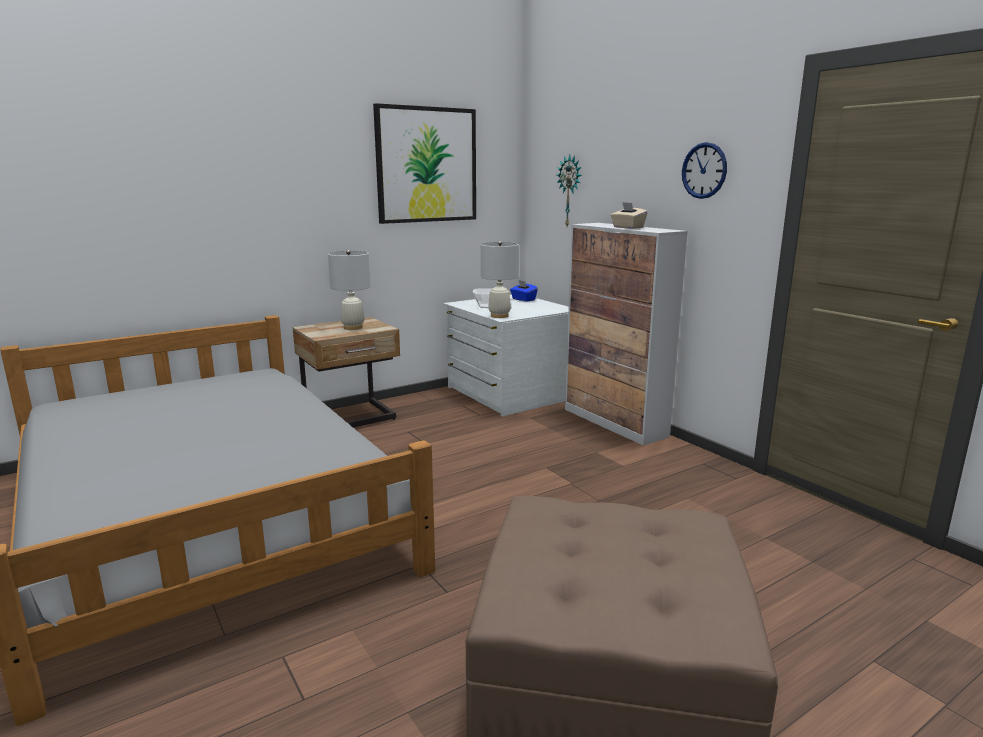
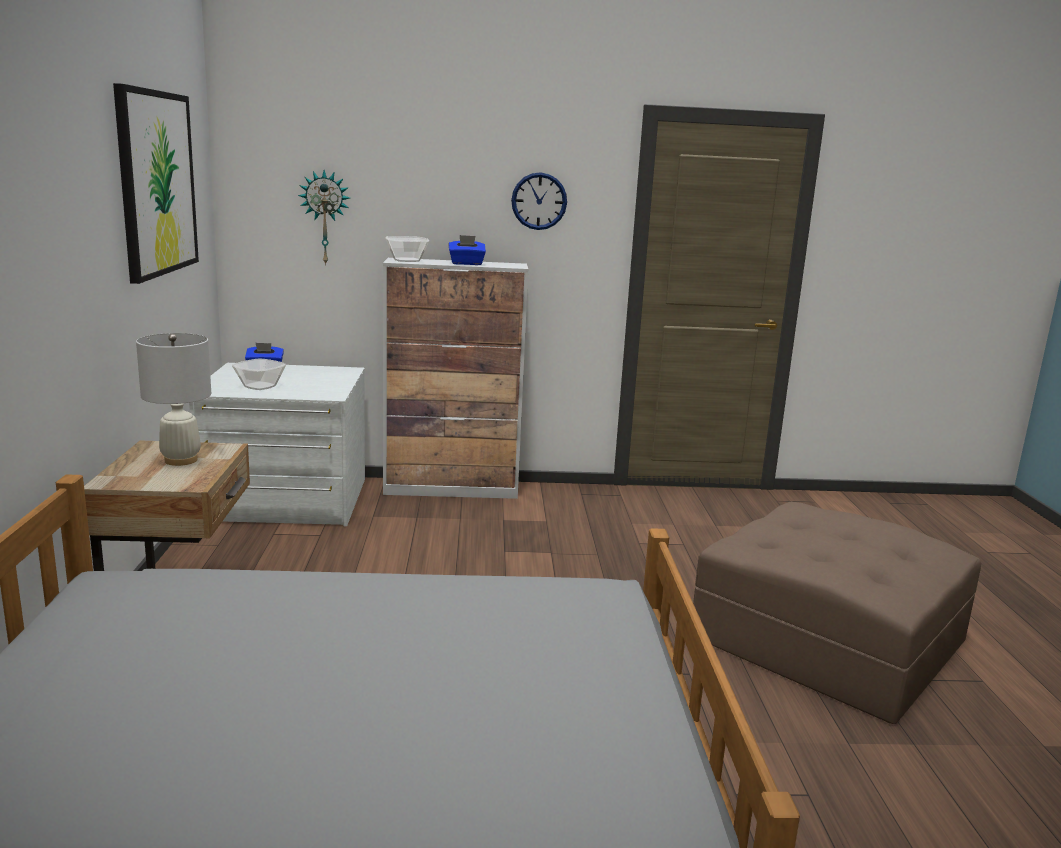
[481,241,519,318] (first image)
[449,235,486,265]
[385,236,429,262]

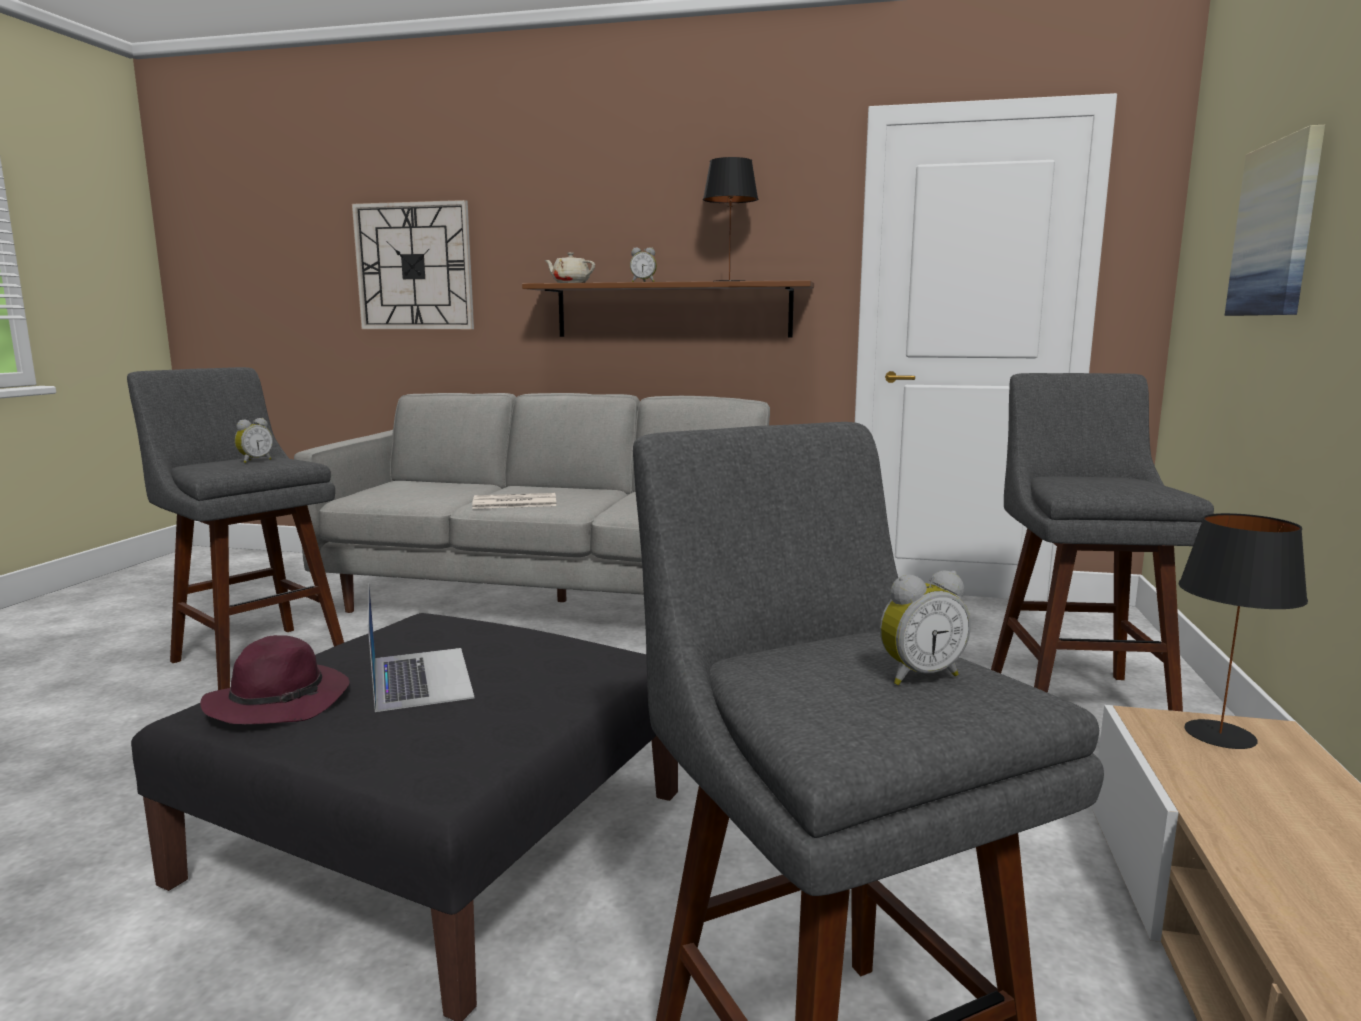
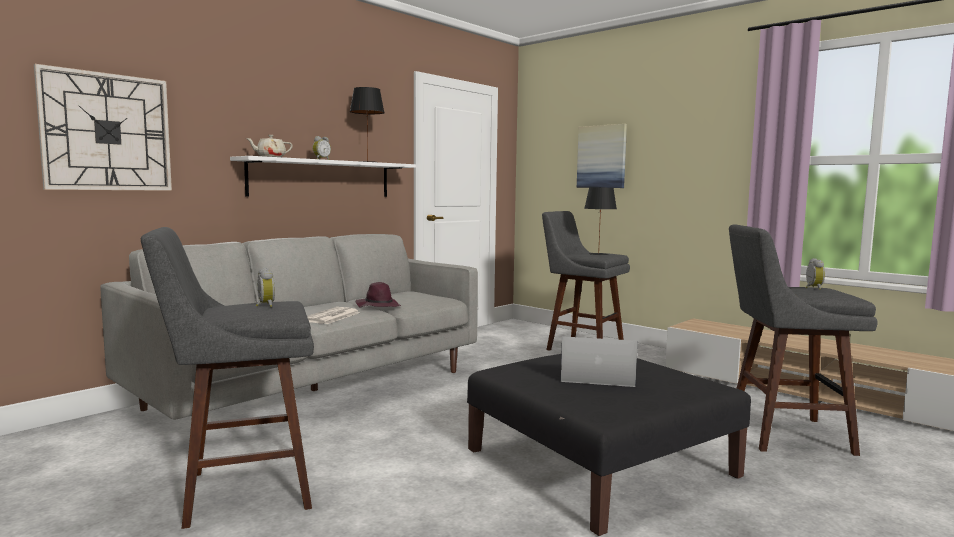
[356,282,401,307]
[230,156,416,197]
[584,187,617,255]

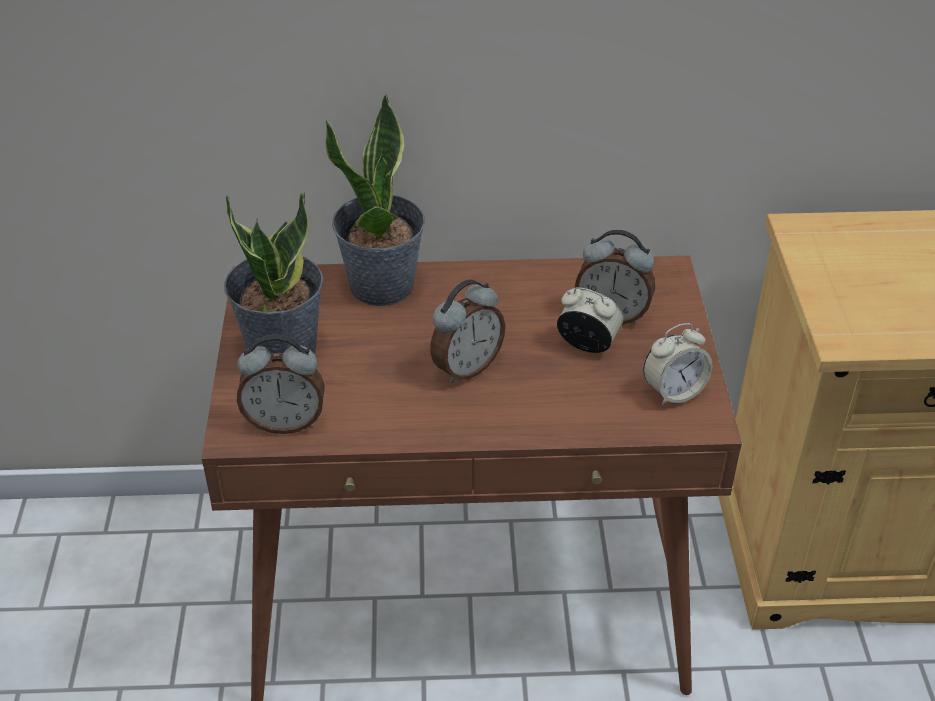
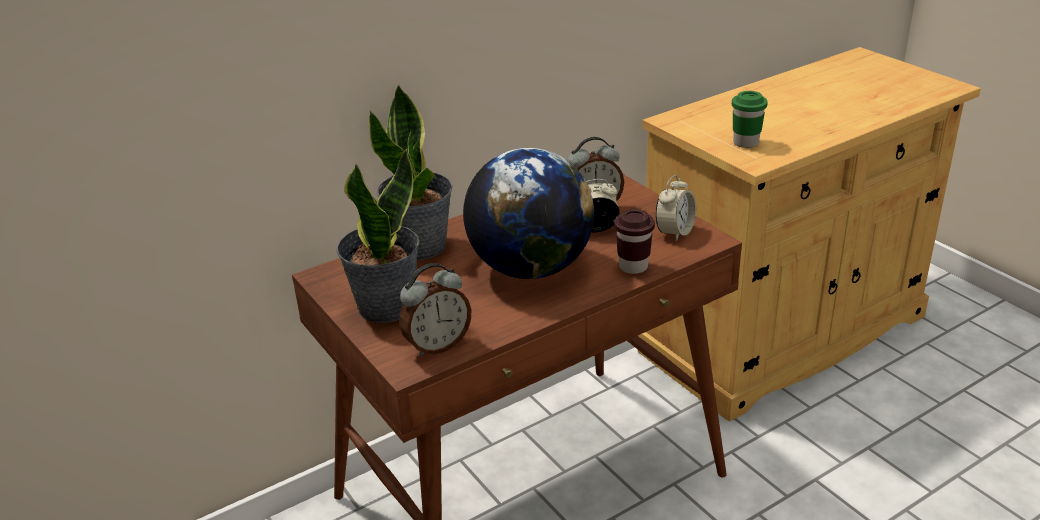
[463,148,594,279]
[614,209,655,274]
[732,91,768,148]

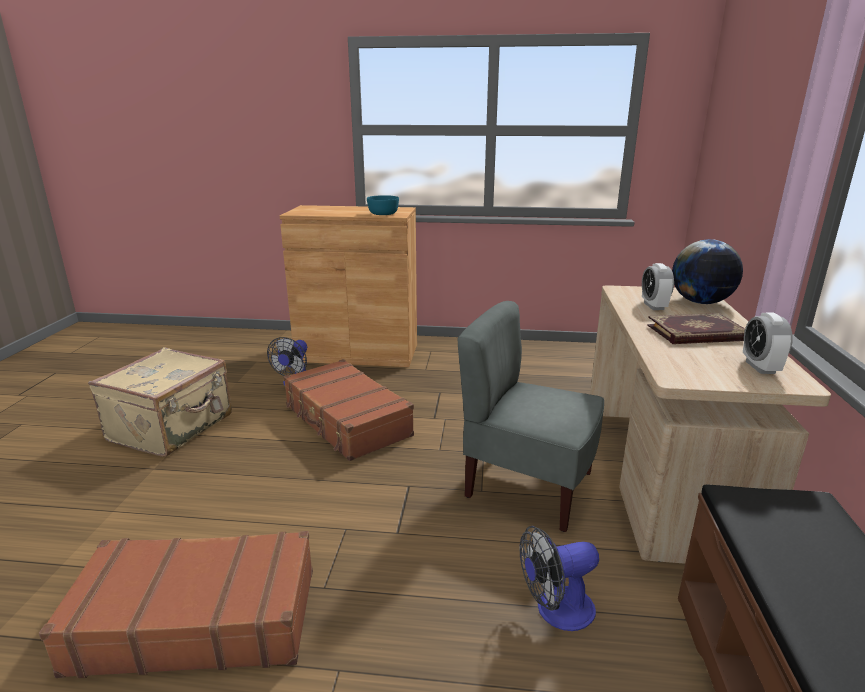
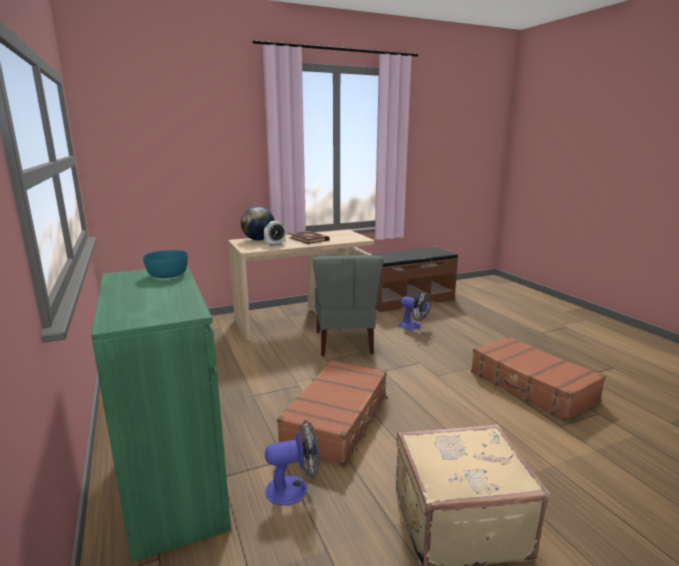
[91,265,231,562]
[743,313,793,374] (first image)

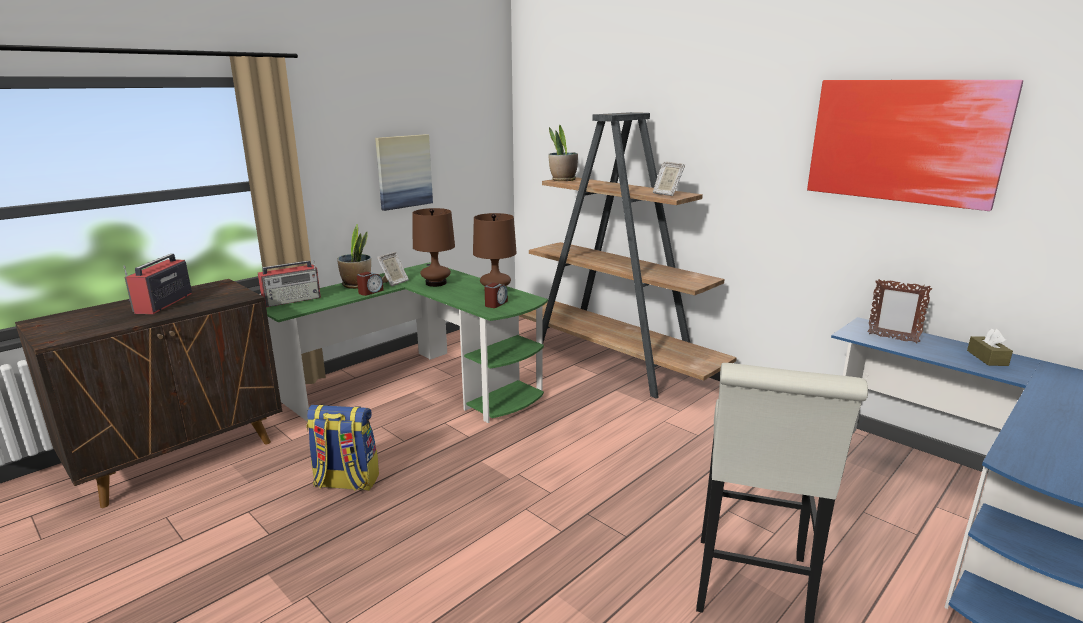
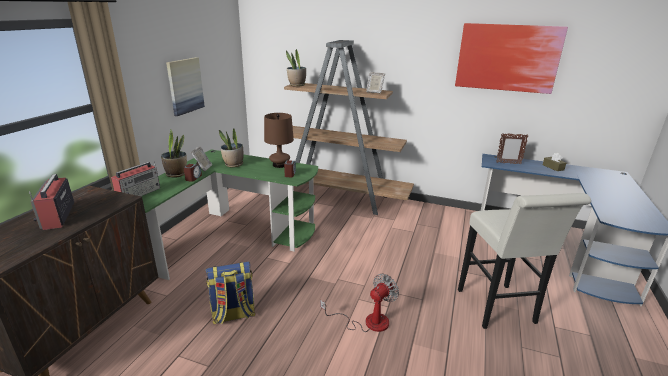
[219,129,244,167]
[320,274,399,332]

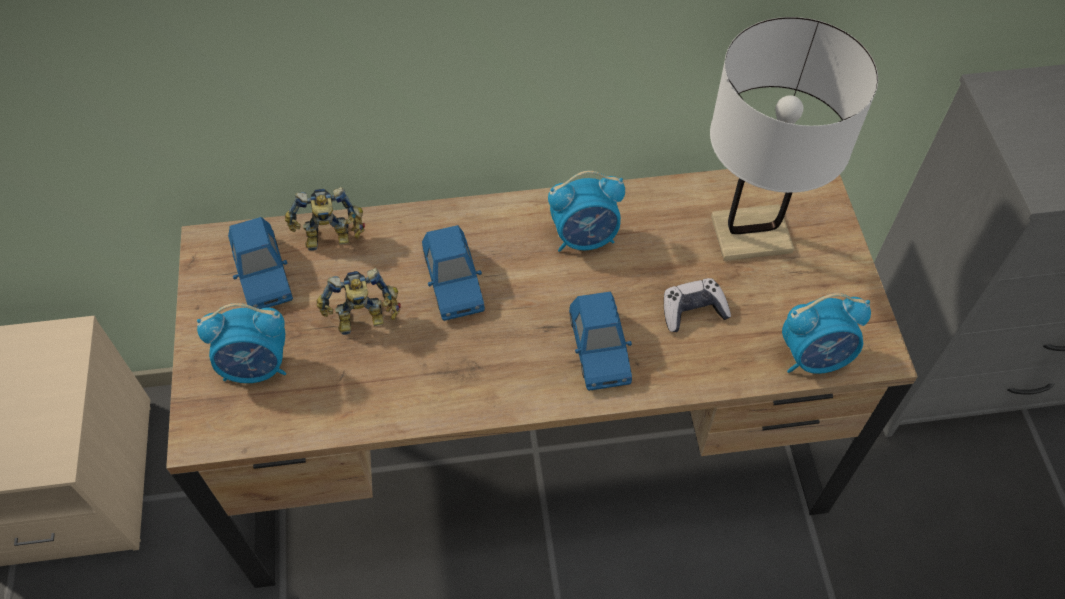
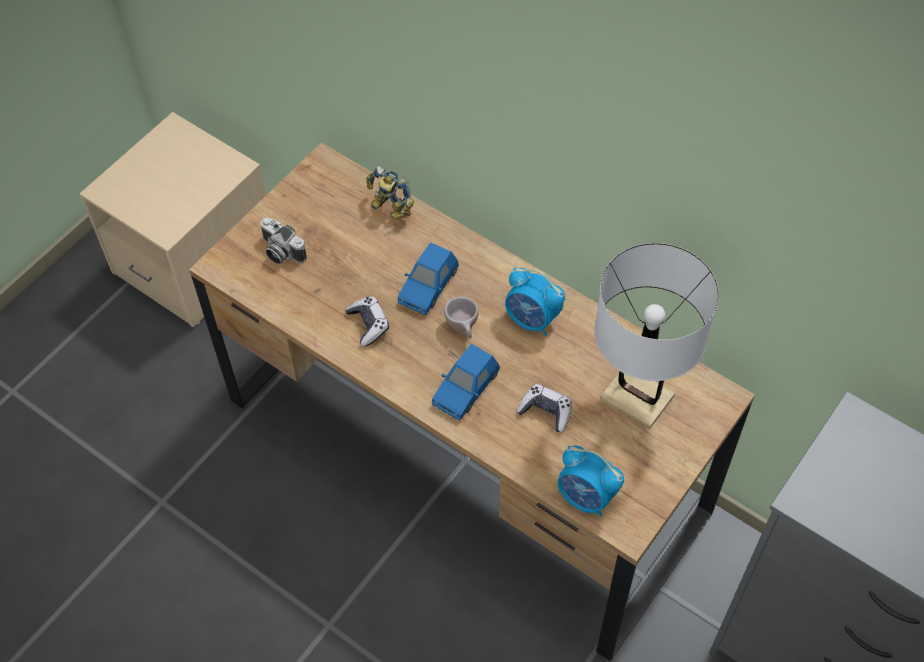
[260,217,307,264]
[228,217,293,309] (first image)
[316,268,401,335] (first image)
[345,297,389,347]
[444,297,479,339]

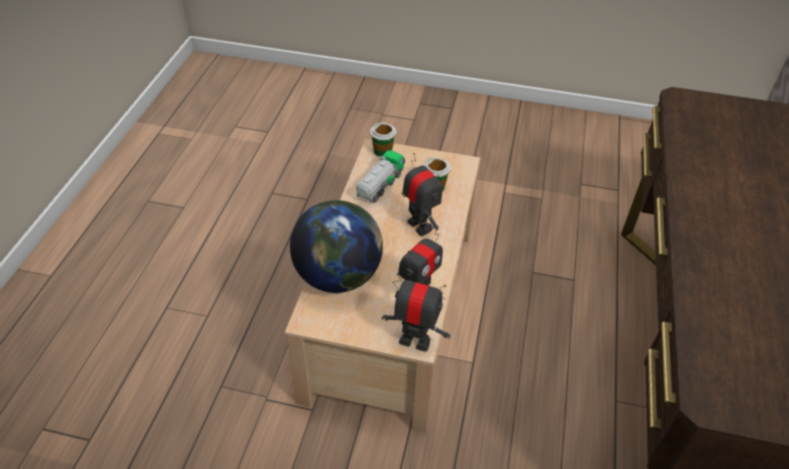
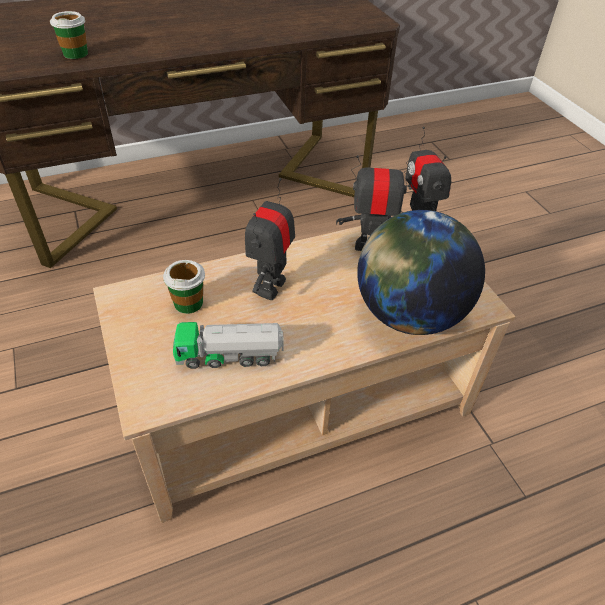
[50,11,88,59]

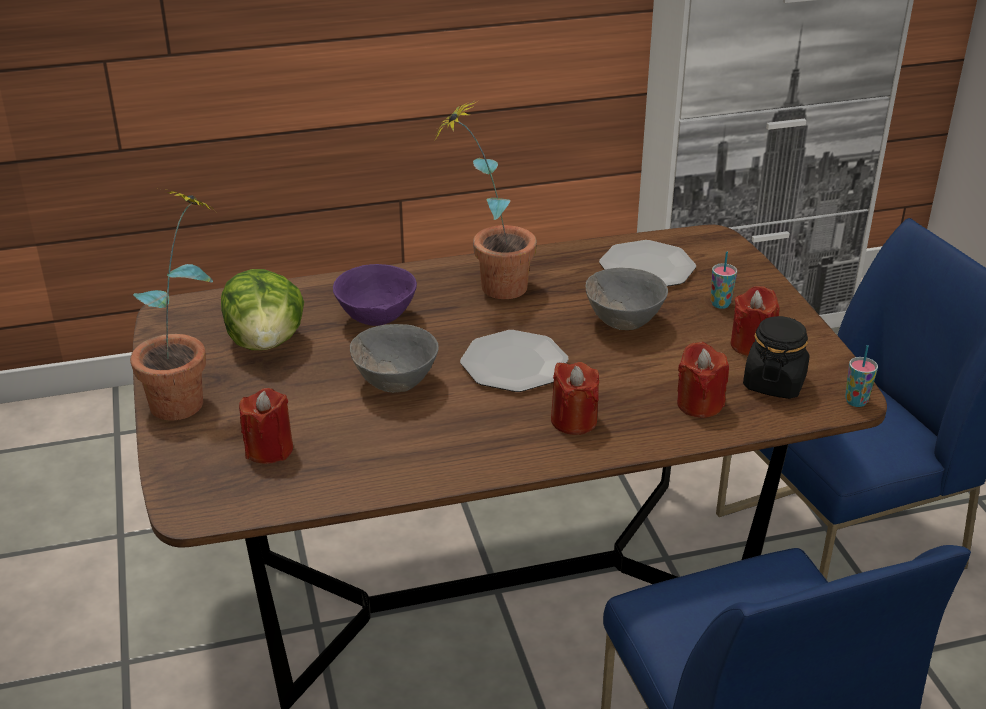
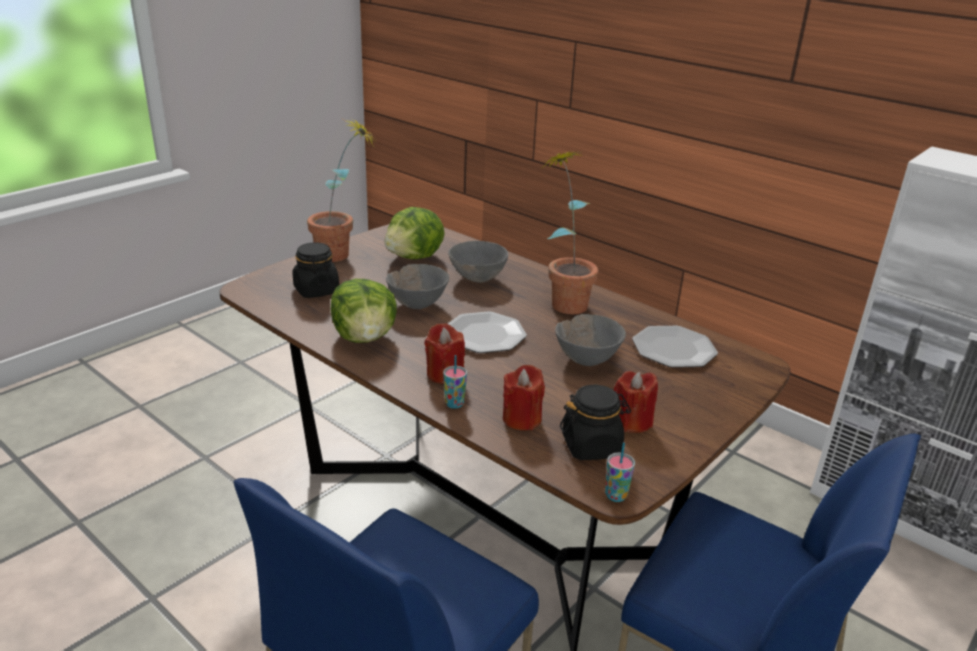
[292,242,339,298]
[448,241,508,283]
[443,355,467,409]
[331,279,397,343]

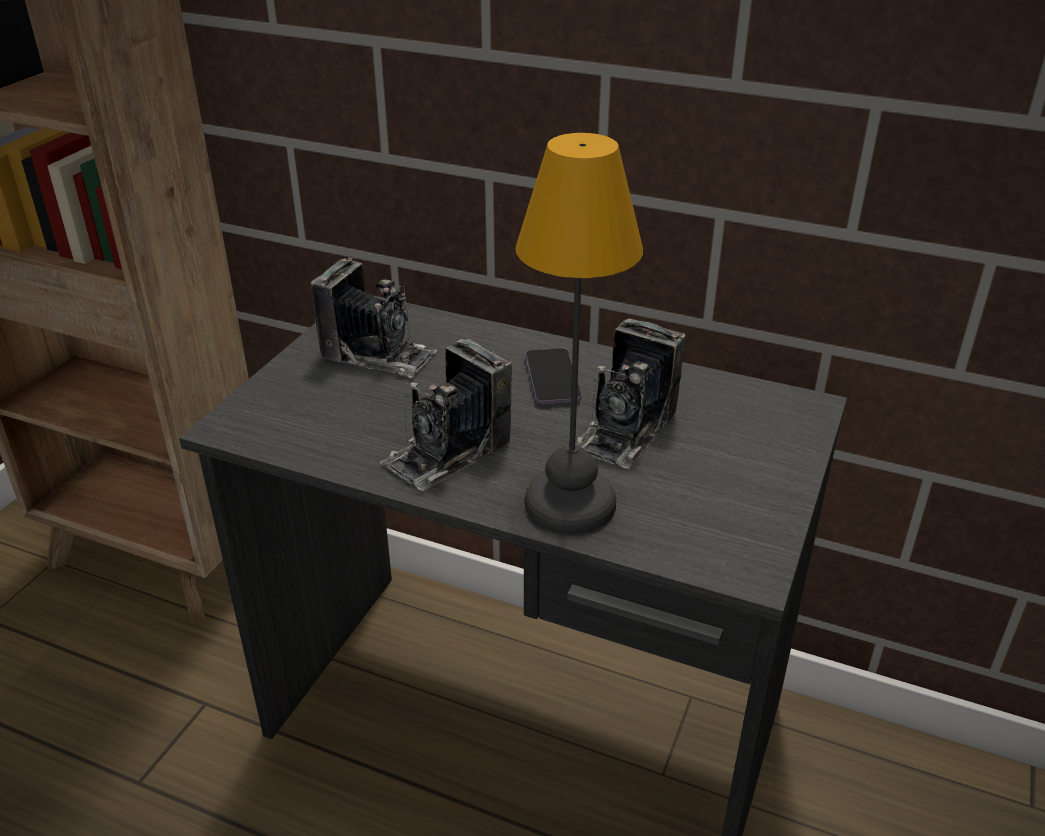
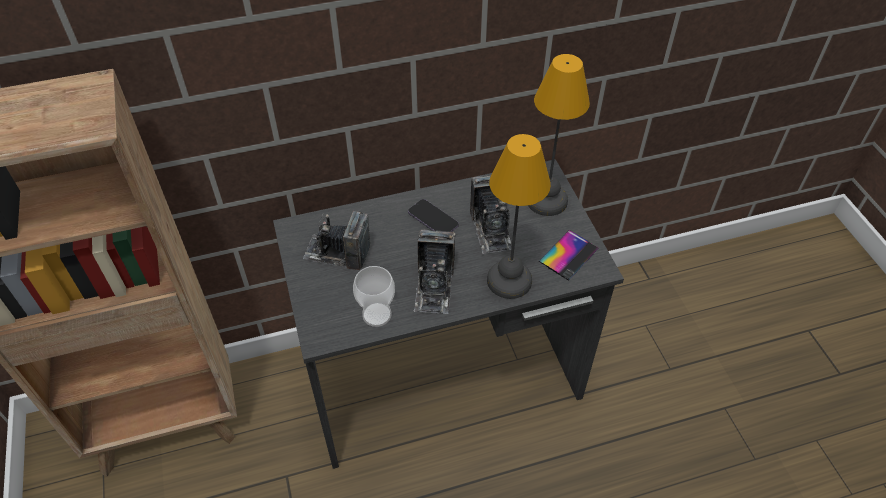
[303,211,370,270]
[353,266,395,327]
[528,54,590,216]
[539,230,599,281]

